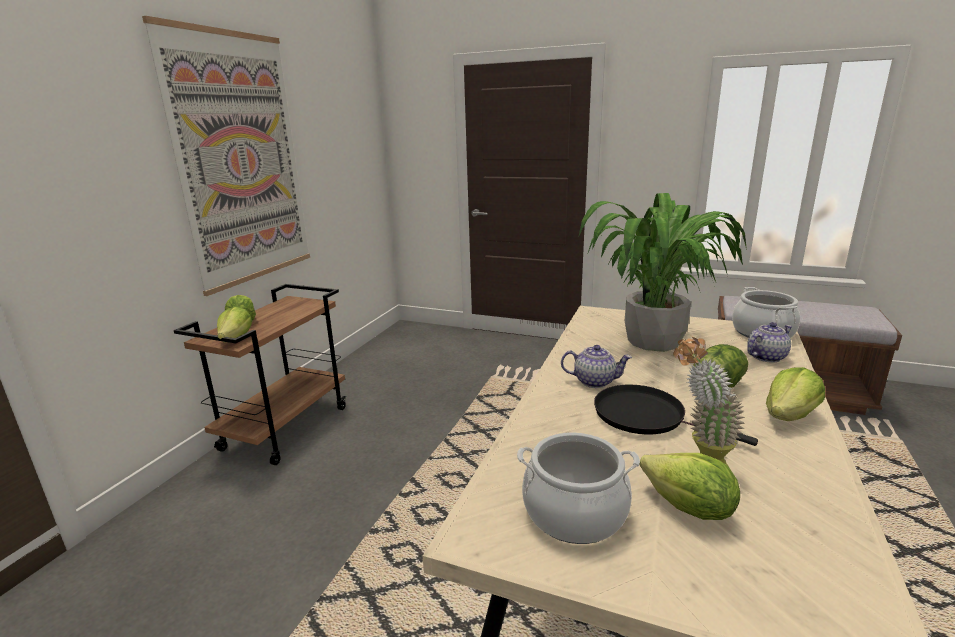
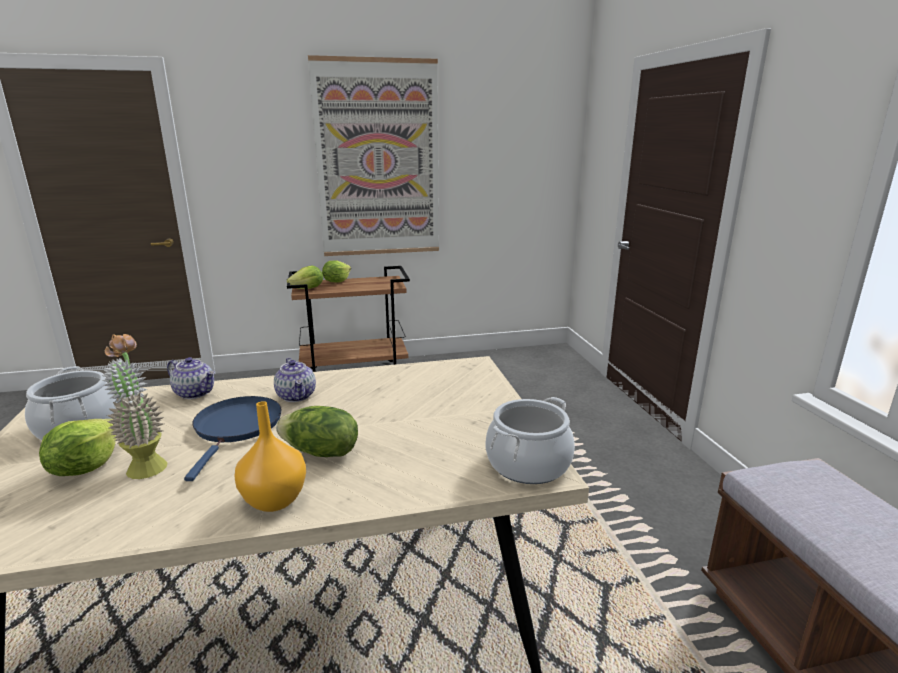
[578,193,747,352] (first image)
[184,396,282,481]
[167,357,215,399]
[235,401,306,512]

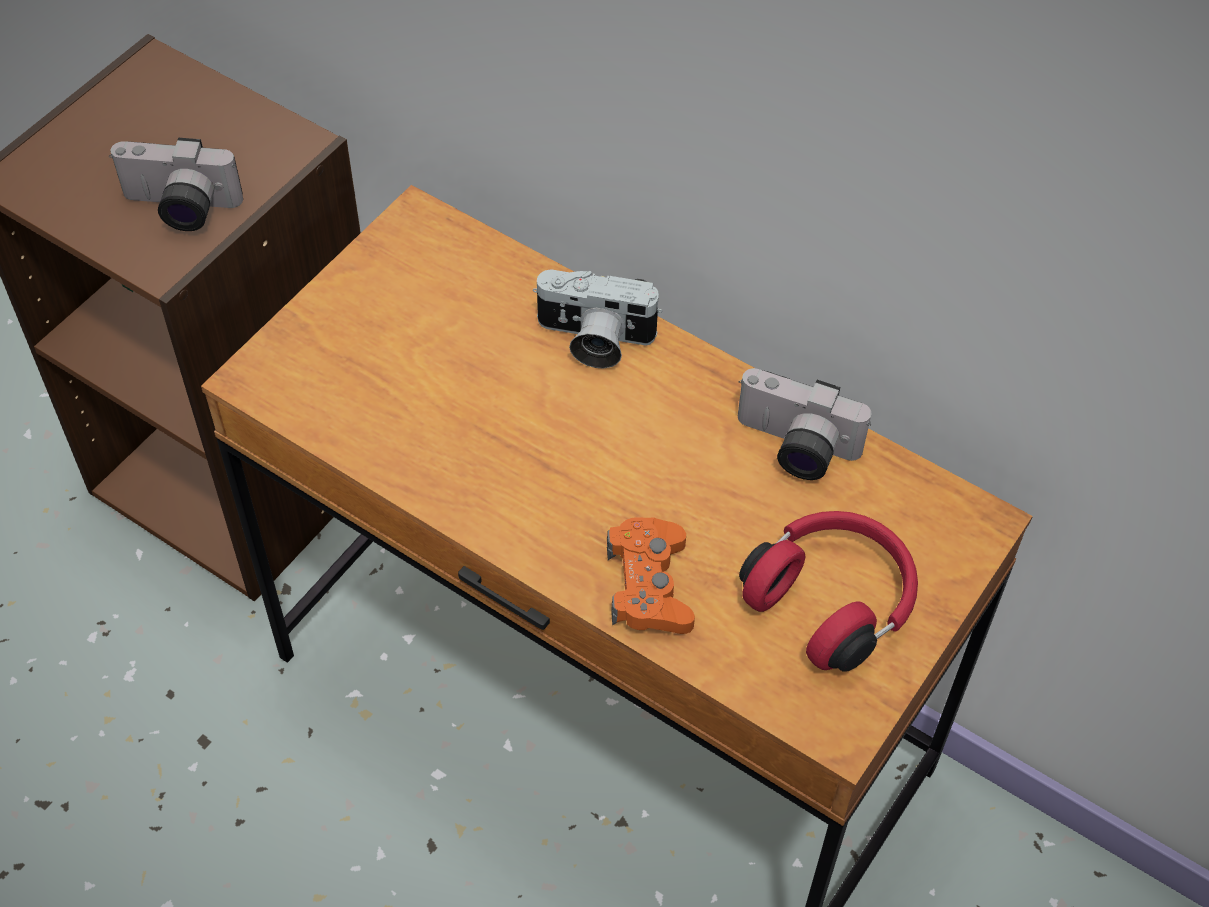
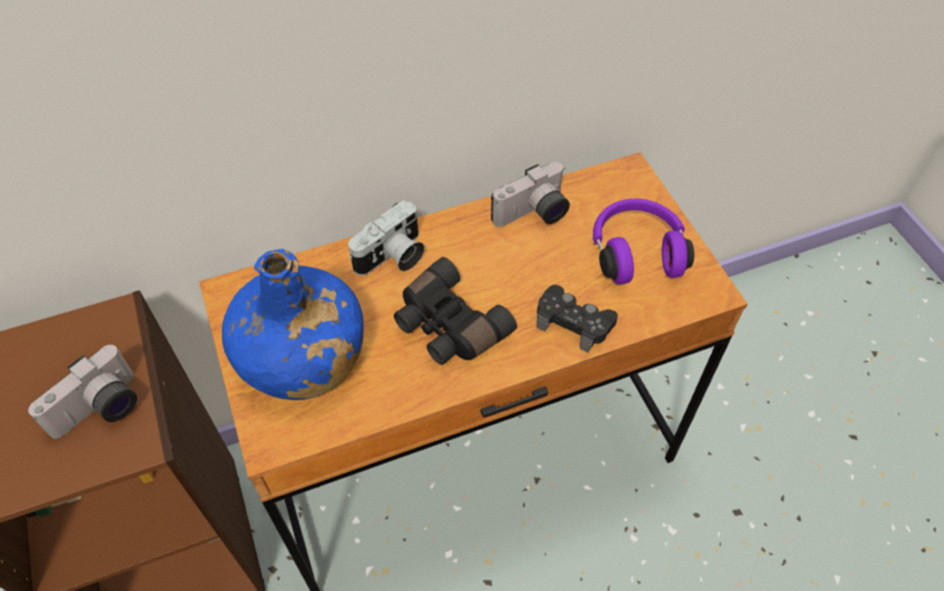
[536,285,618,352]
[593,199,694,284]
[222,249,364,400]
[394,257,517,365]

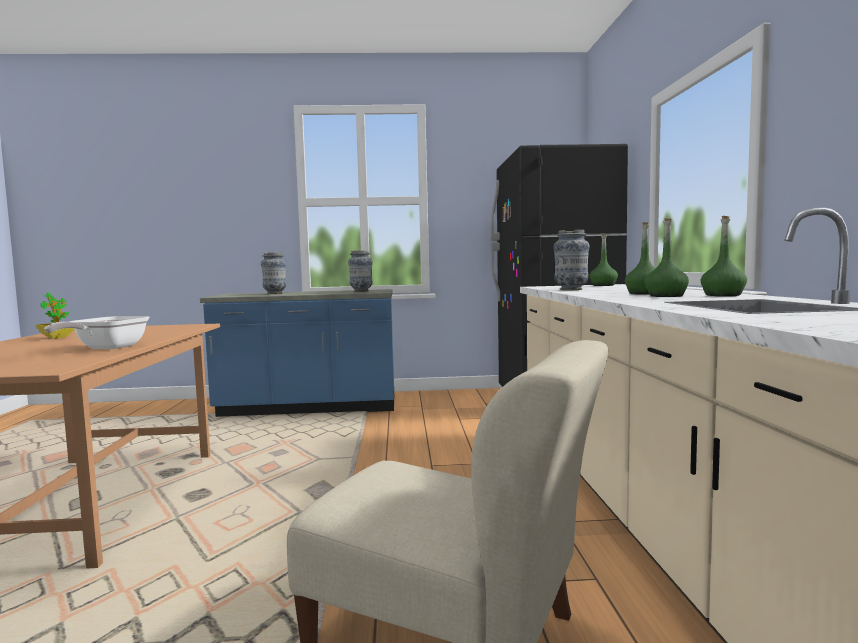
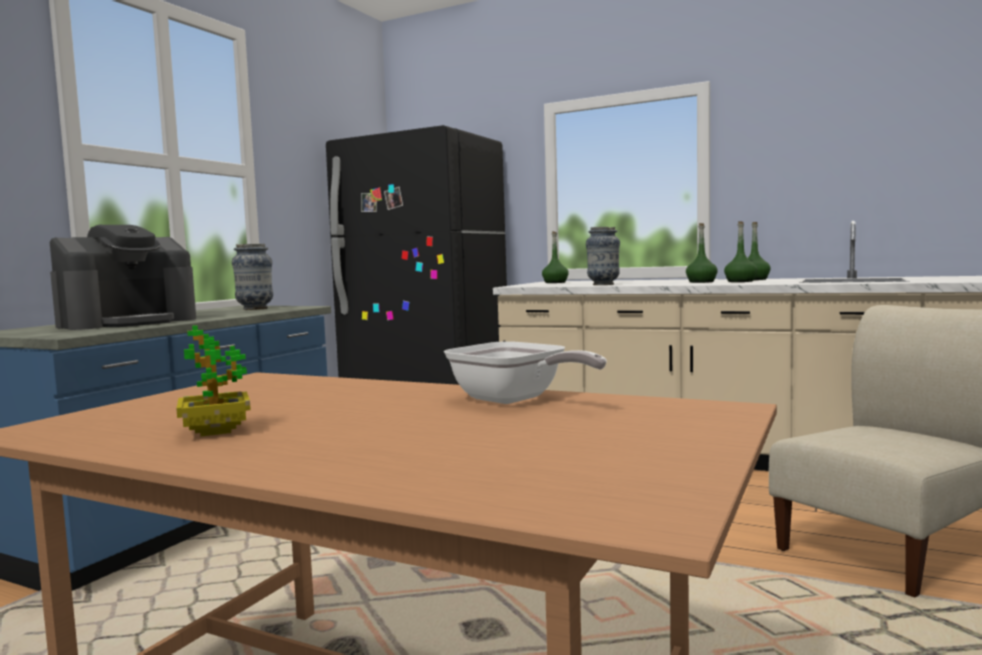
[50,225,196,330]

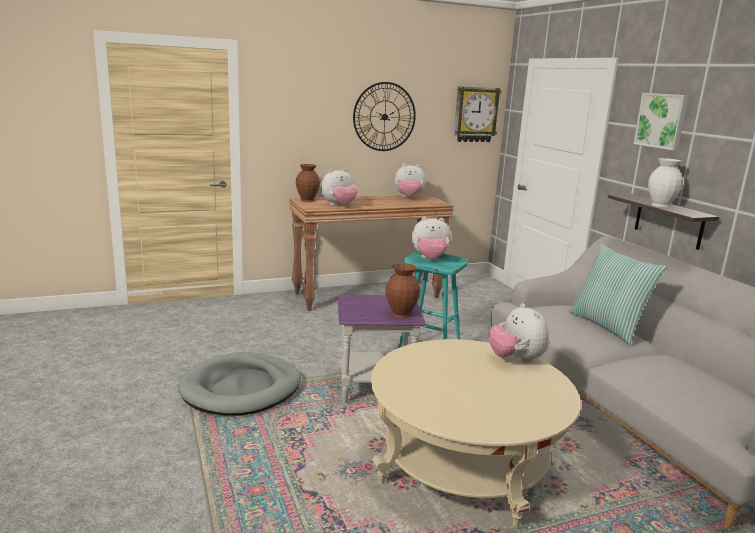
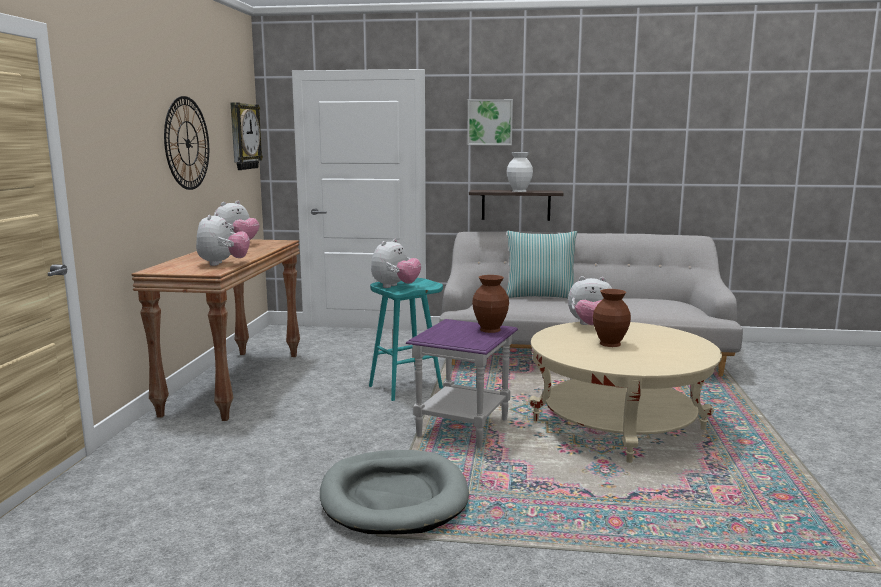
[593,289,631,347]

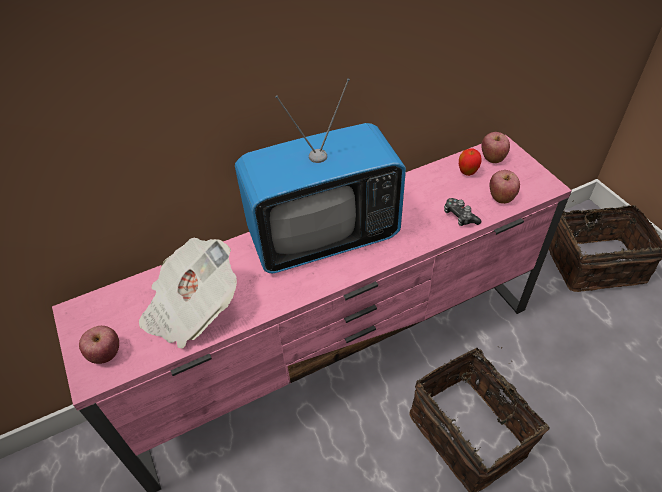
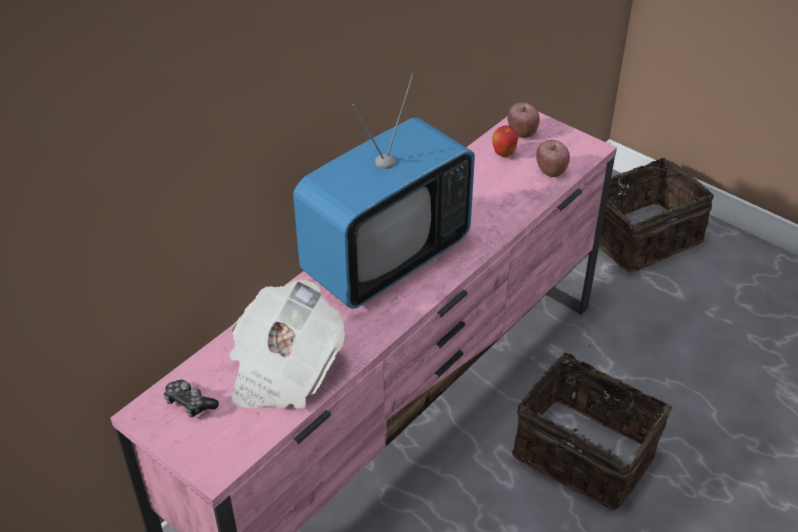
[79,326,119,364] (first image)
[163,380,219,418]

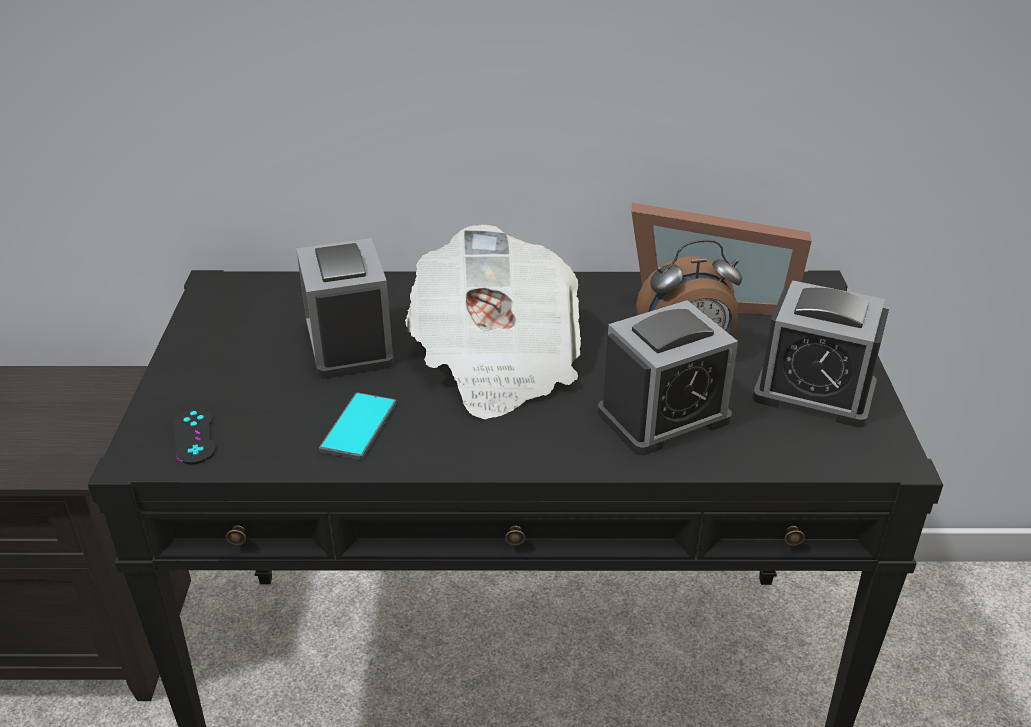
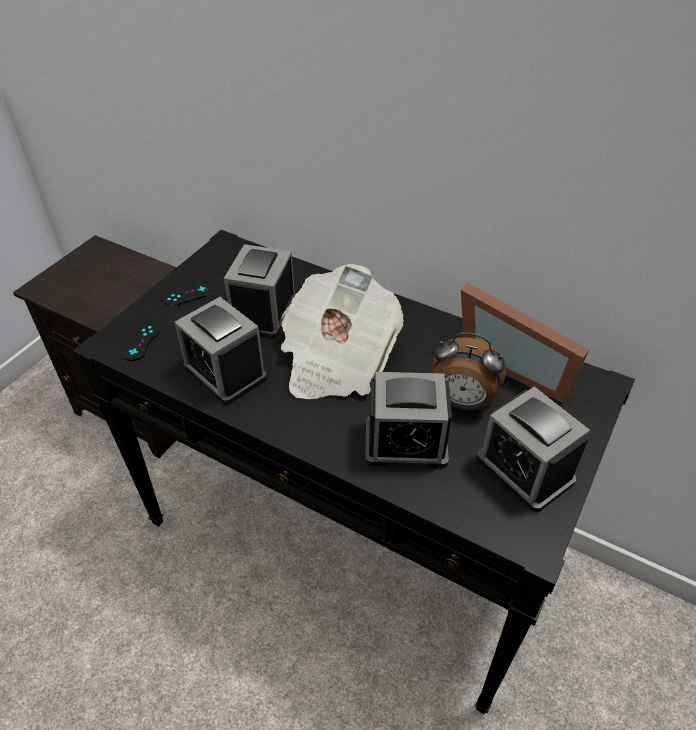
[175,297,267,405]
[163,283,212,306]

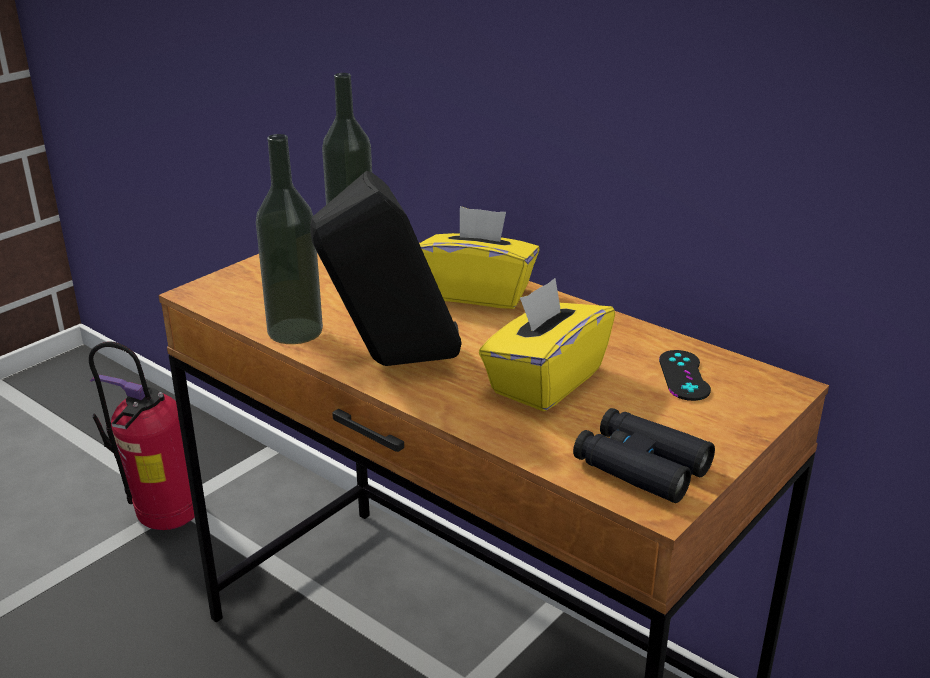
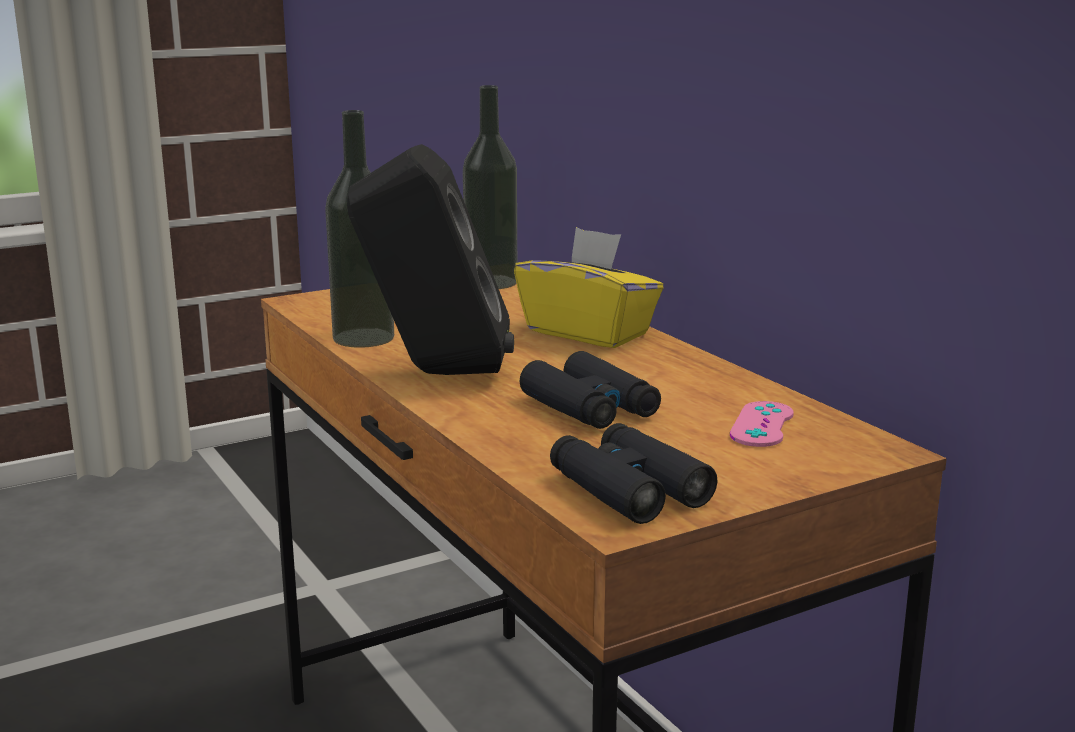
[89,342,195,530] (first image)
[520,351,661,429]
[730,401,794,447]

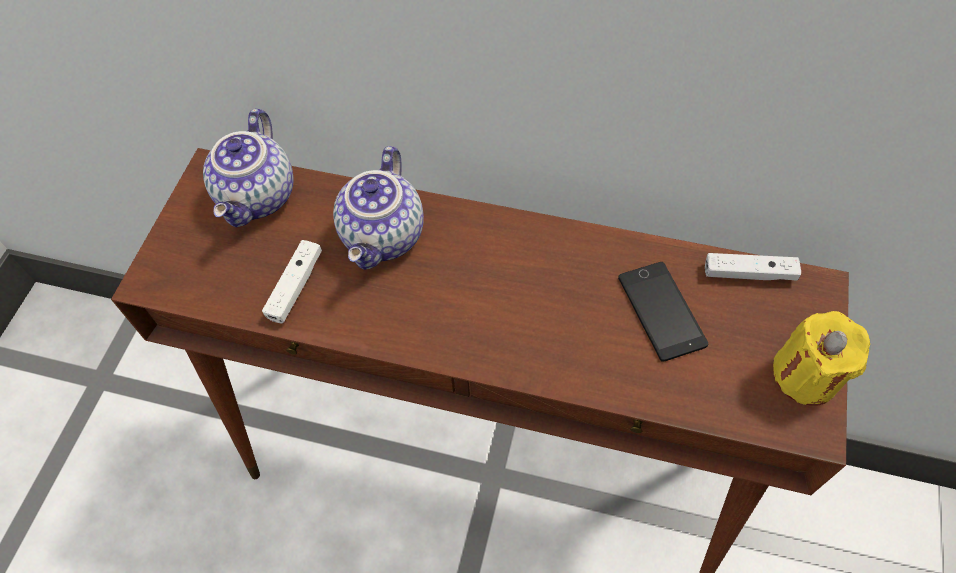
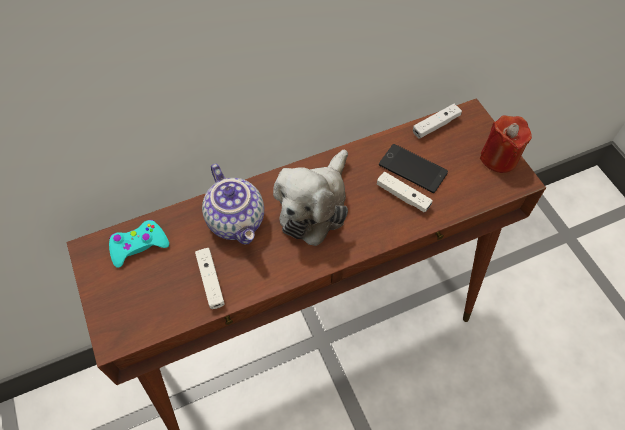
[109,220,169,268]
[480,115,532,173]
[273,149,348,246]
[377,172,433,213]

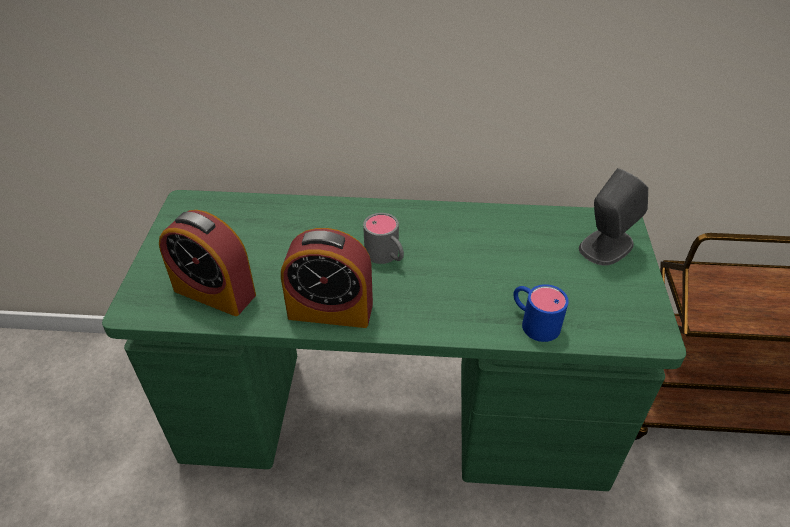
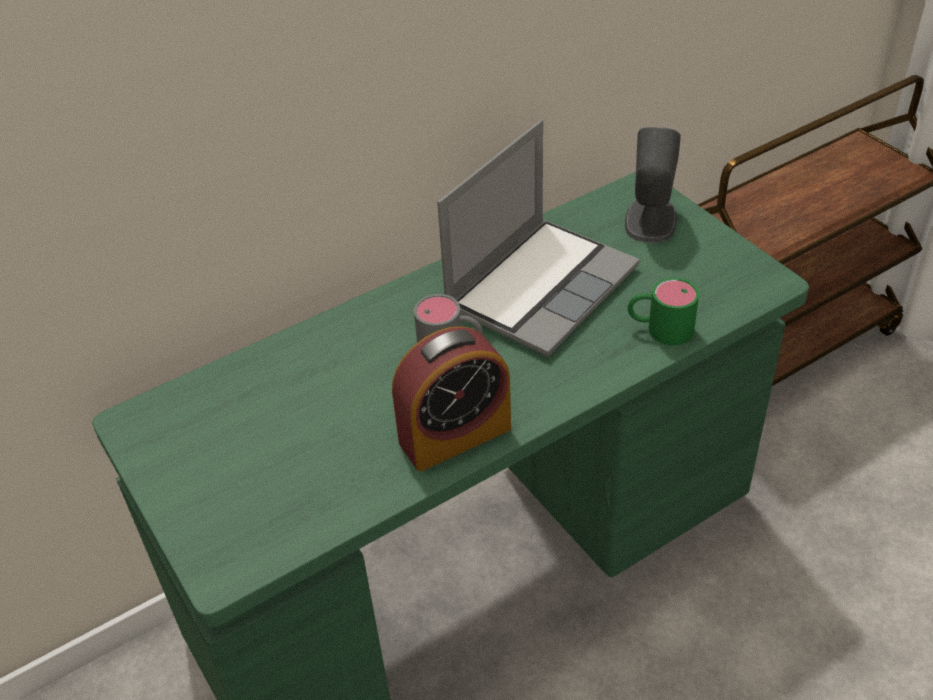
[159,210,256,316] (first image)
[628,277,699,345]
[437,120,640,357]

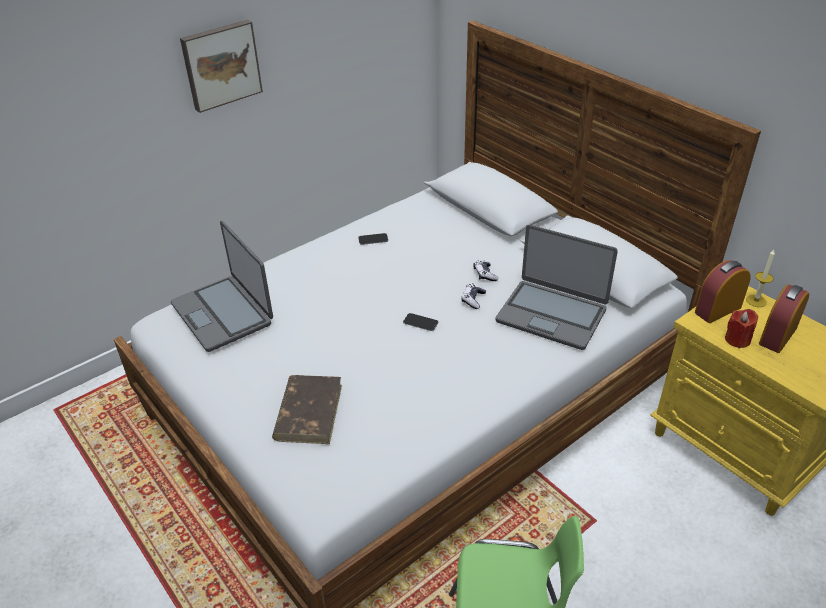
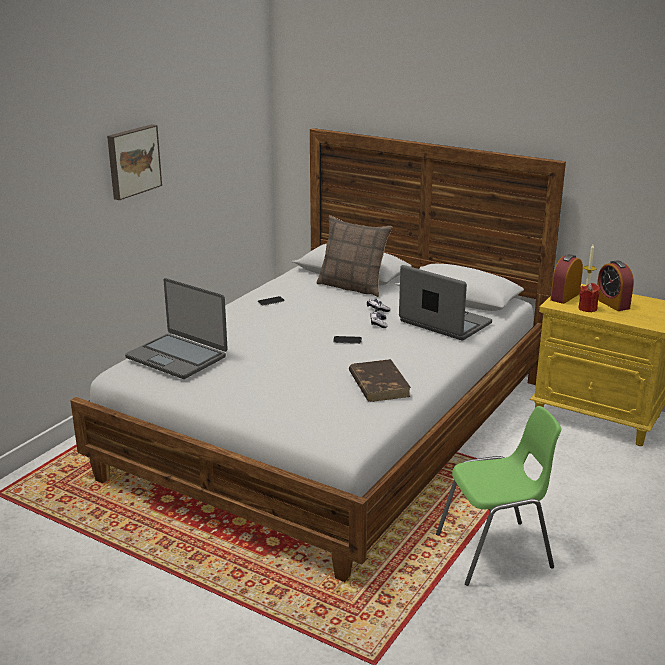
[349,359,411,402]
[399,265,492,341]
[597,260,634,311]
[316,215,392,297]

